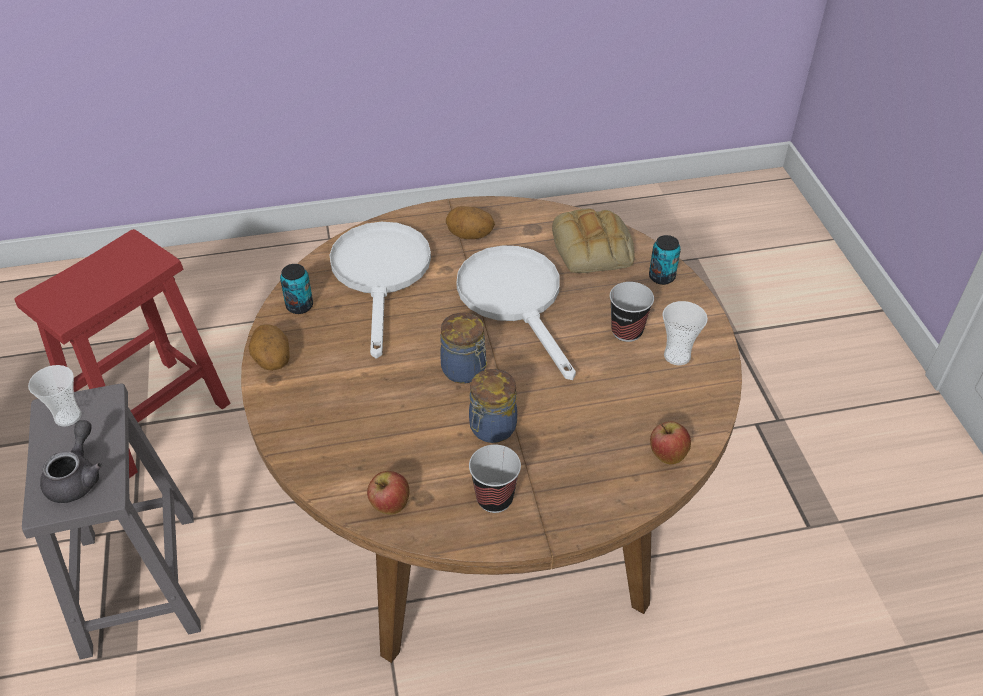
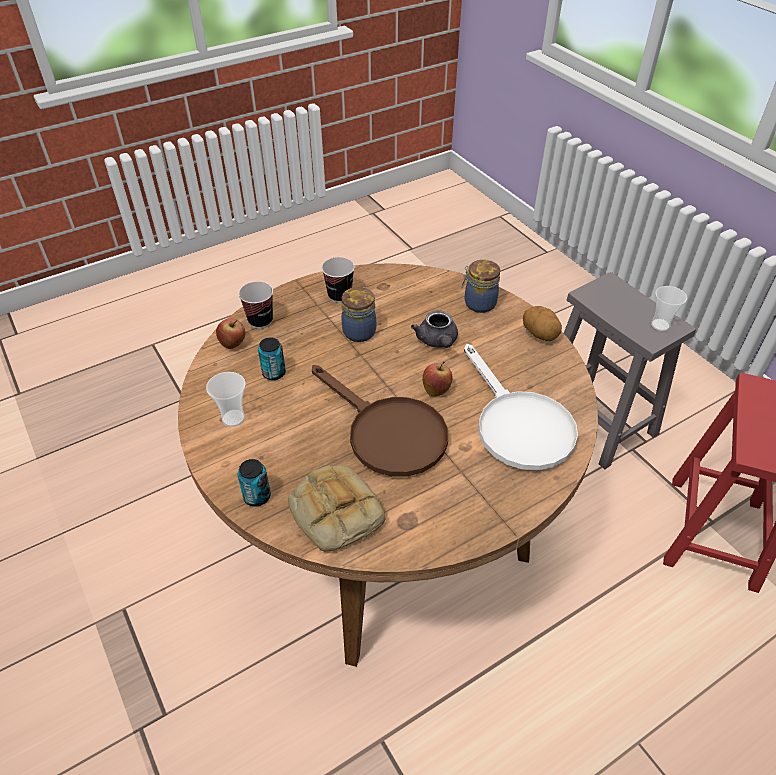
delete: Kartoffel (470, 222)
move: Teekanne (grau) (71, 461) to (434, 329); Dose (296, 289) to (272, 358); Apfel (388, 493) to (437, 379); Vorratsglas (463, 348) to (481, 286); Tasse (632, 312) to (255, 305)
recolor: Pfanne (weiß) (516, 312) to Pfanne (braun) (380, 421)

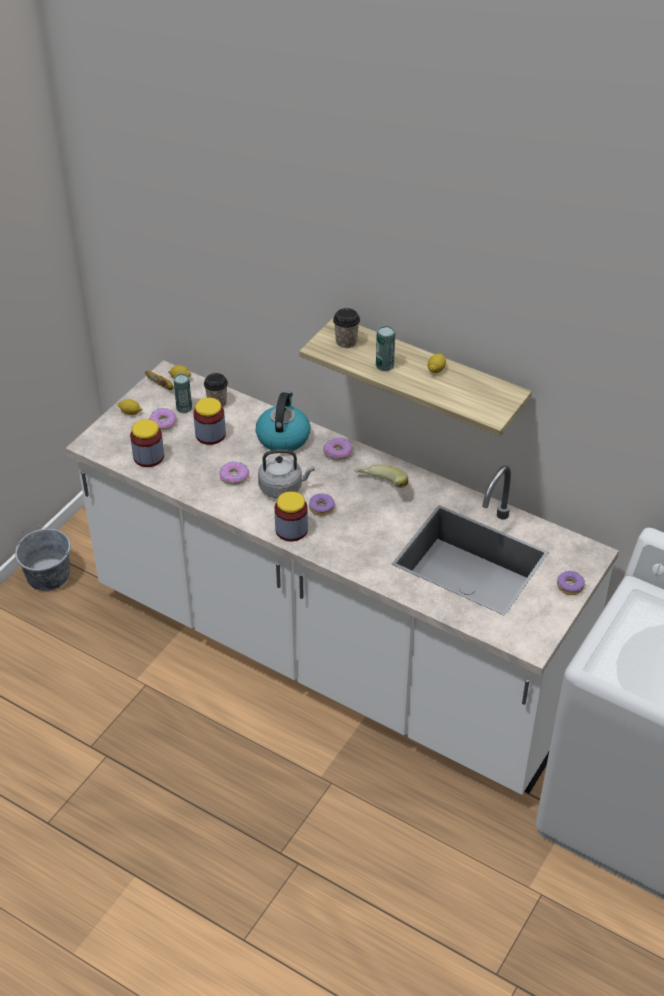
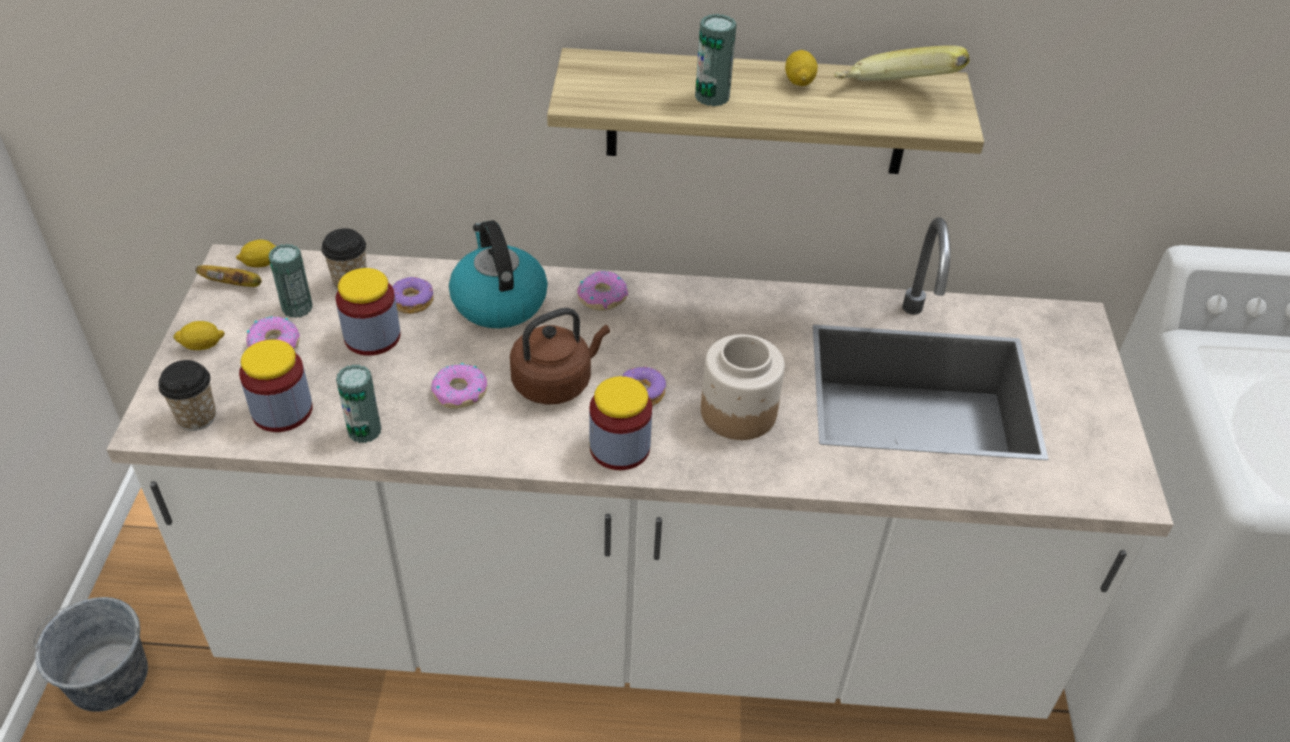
insert: Dose (359, 404); Vorratsglas (743, 387)
move: Tasse (346, 328) to (187, 395); Banane (381, 476) to (902, 63); Donut (571, 583) to (413, 295)
recolor: Wasserkessel (grau) (286, 474) to Wasserkessel (braun) (560, 356)

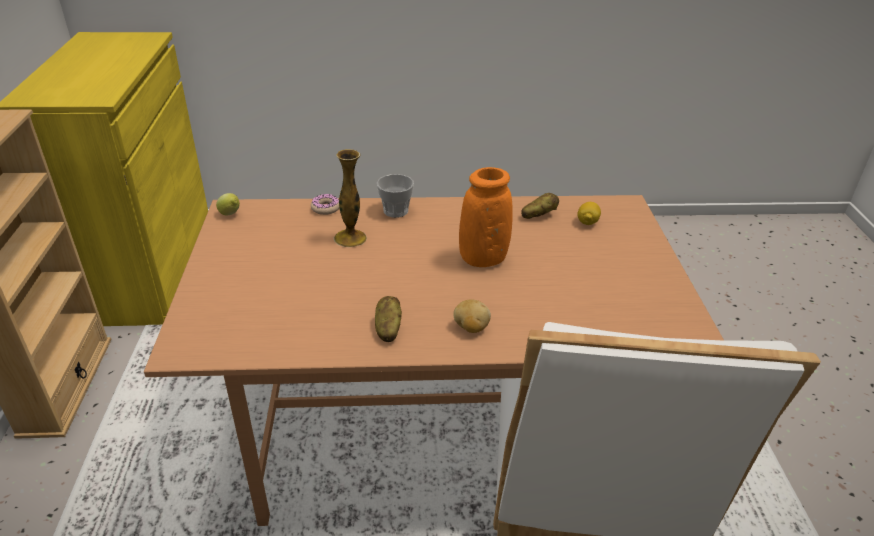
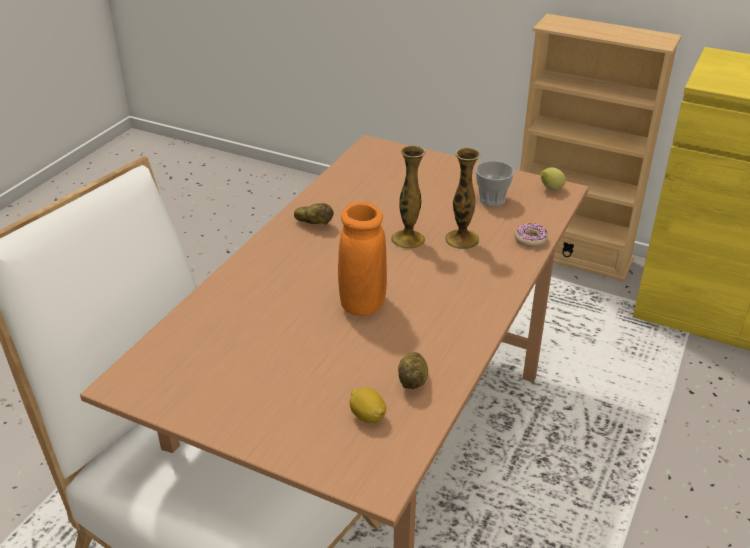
delete: Kartoffel (472, 316)
insert: Vase (408, 197)
move: Tasse (395, 196) to (495, 183)

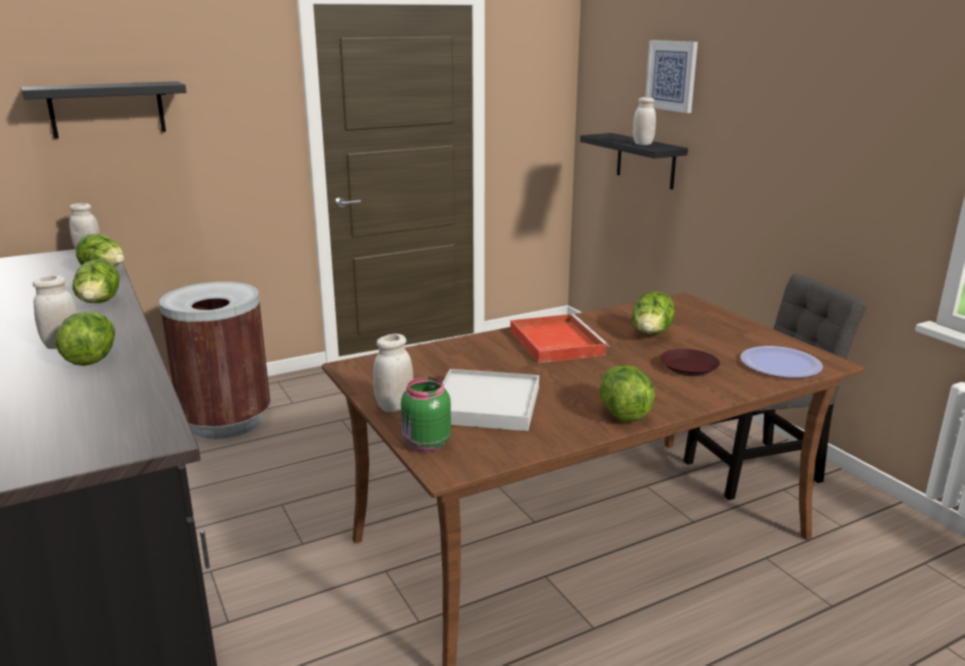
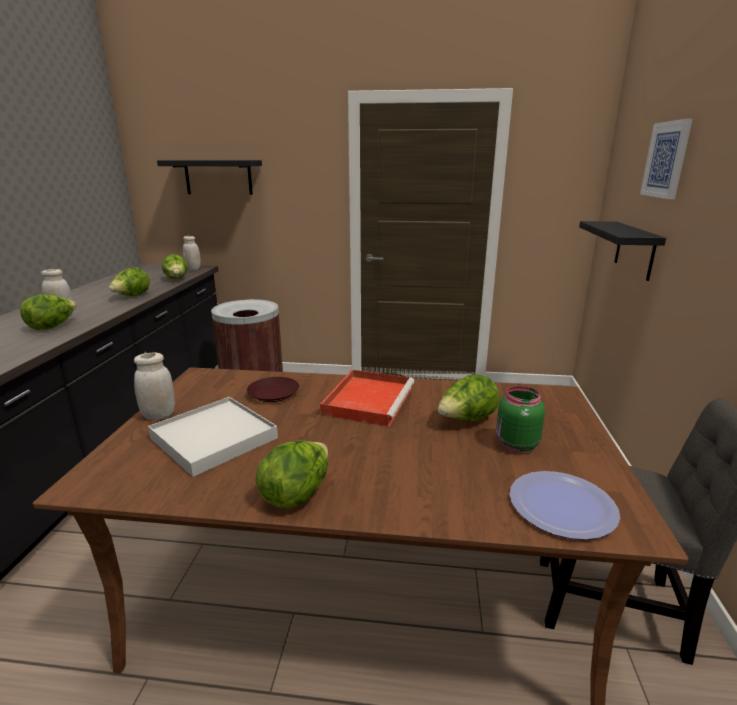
delete: Vorratsglas (weiß) (644, 121)
move: Vorratsglas (grün) (426, 414) to (520, 419); Teller (braun) (690, 362) to (273, 389)

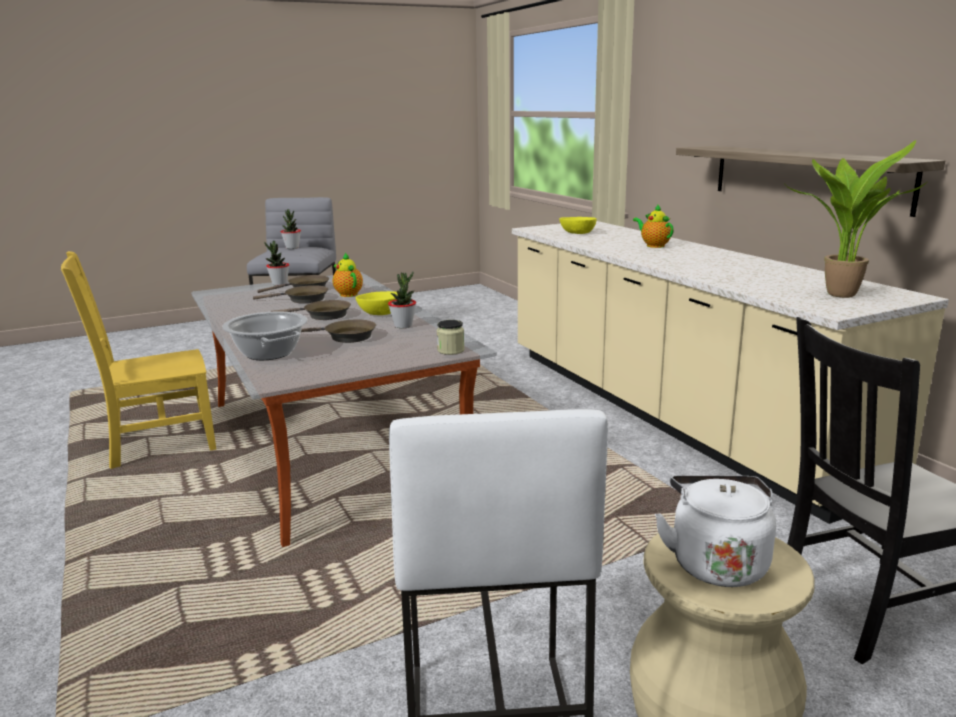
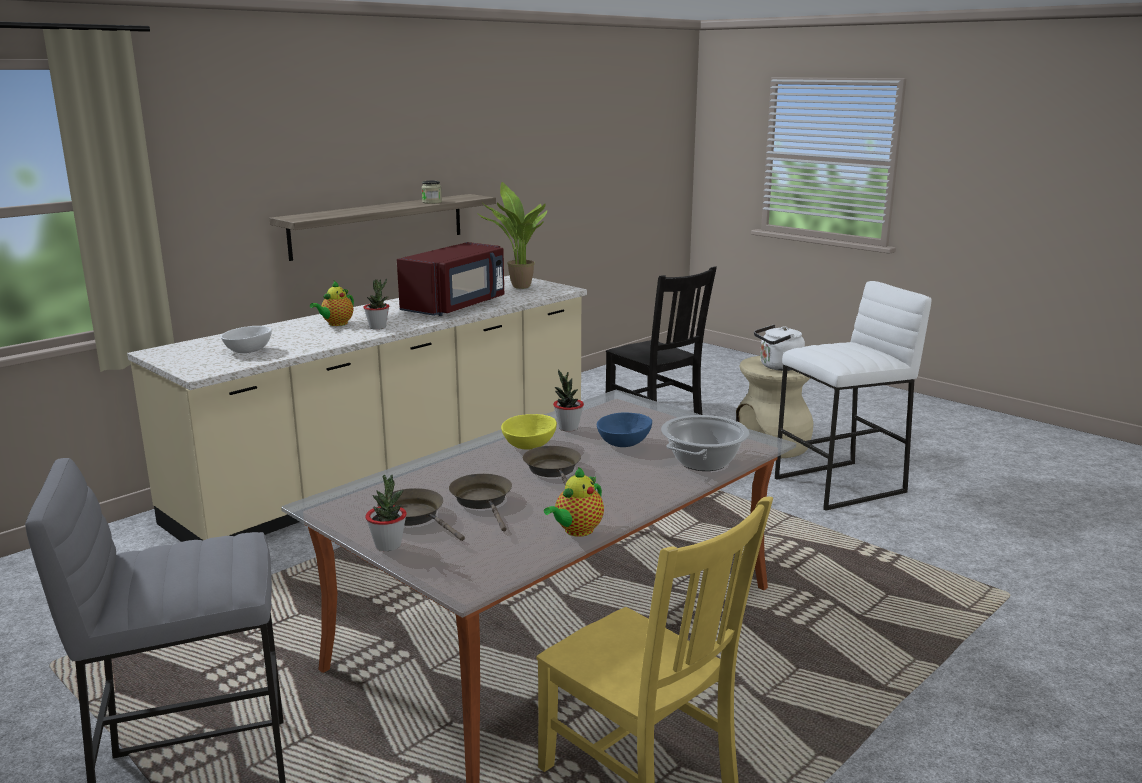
insert: Mikrowelle (rot) (450, 279)
move: Topfpflanze (291, 229) to (376, 304); Teekanne (348, 274) to (574, 502); Vorratsglas (451, 337) to (431, 192)
replace: Pfanne (braun) (338, 331) to Schüssel (blau) (624, 430)
recolor: Schüssel (gelb) (578, 225) to Schüssel (weiß) (246, 339)

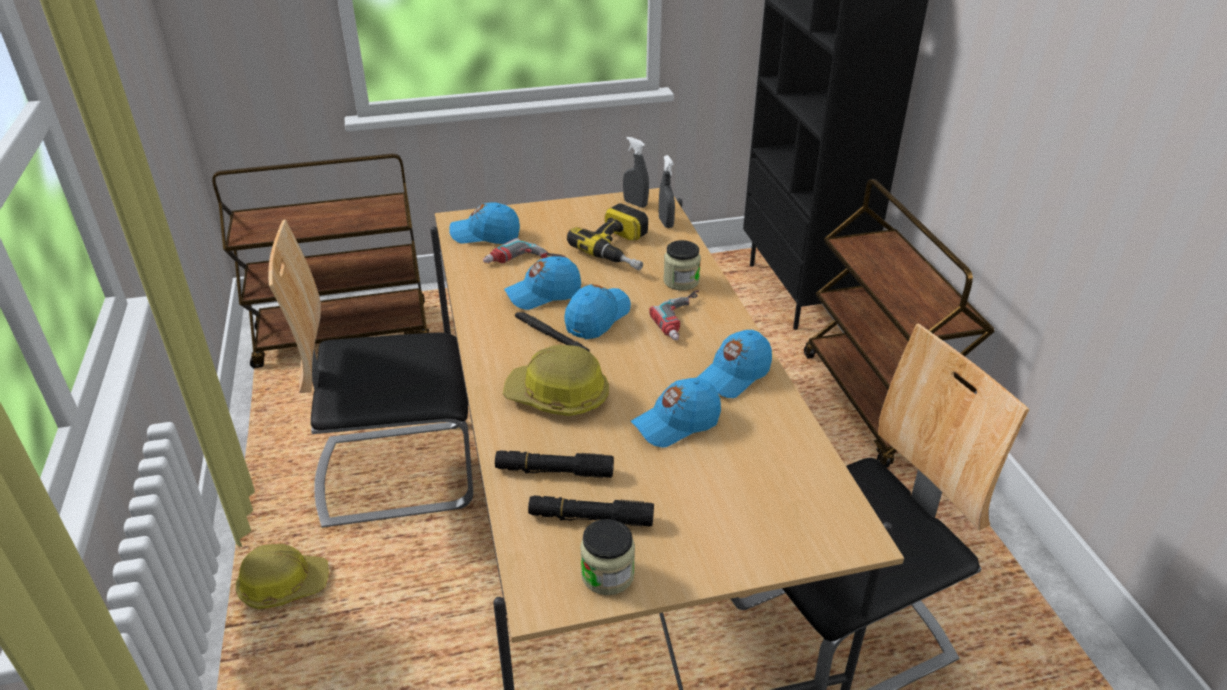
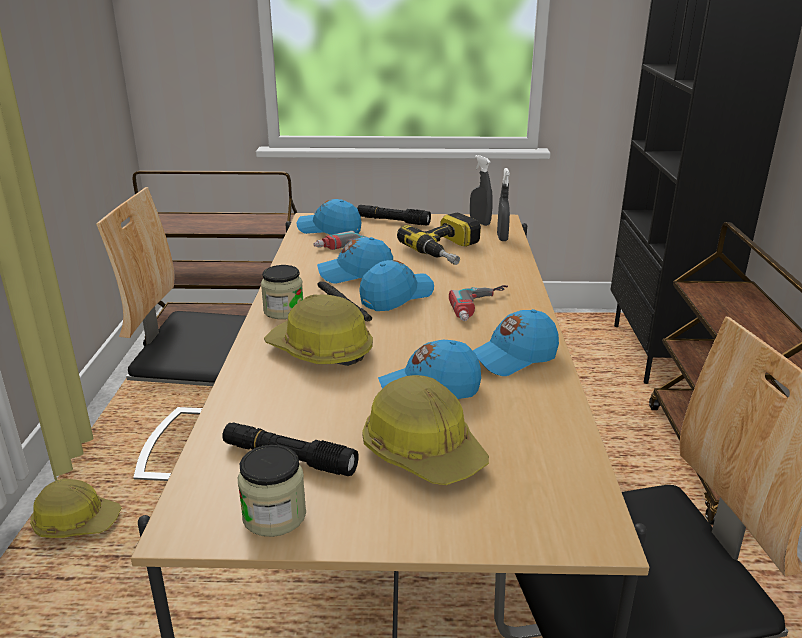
insert: Schutzhelm (425, 430)
move: Taschenlampe (schwarz) (554, 464) to (394, 215); Vorratsglas (682, 265) to (282, 292)

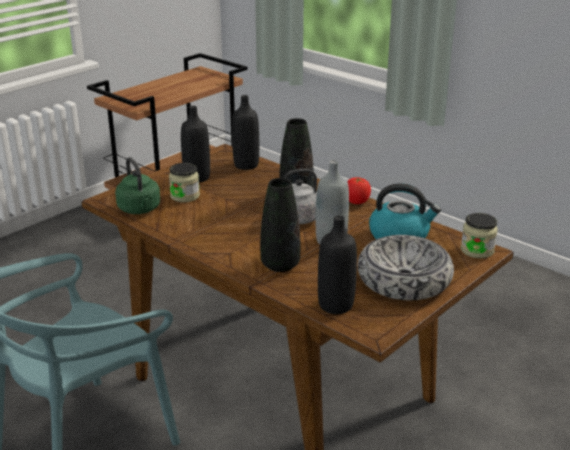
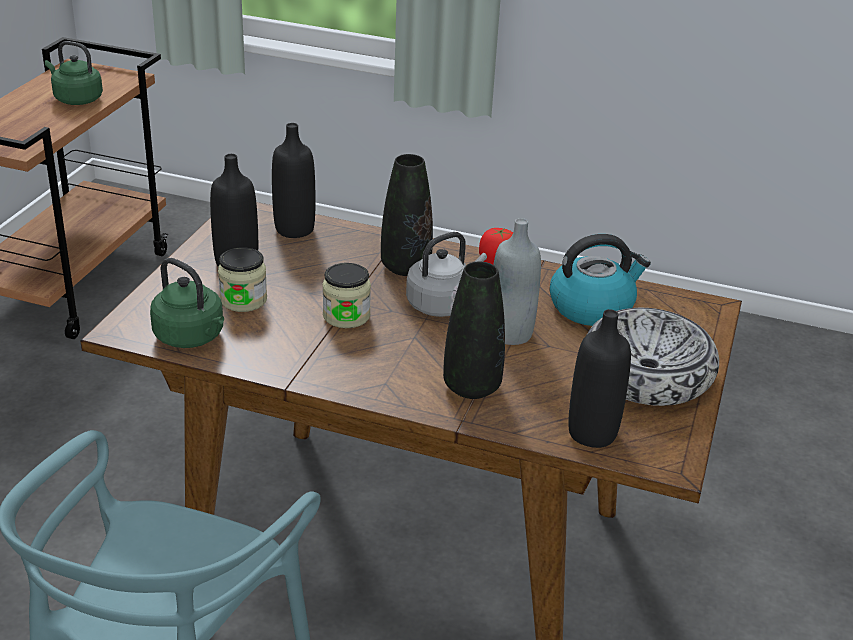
insert: Wasserkessel (grün) (74, 73)
move: Vorratsglas (479, 235) to (346, 295)

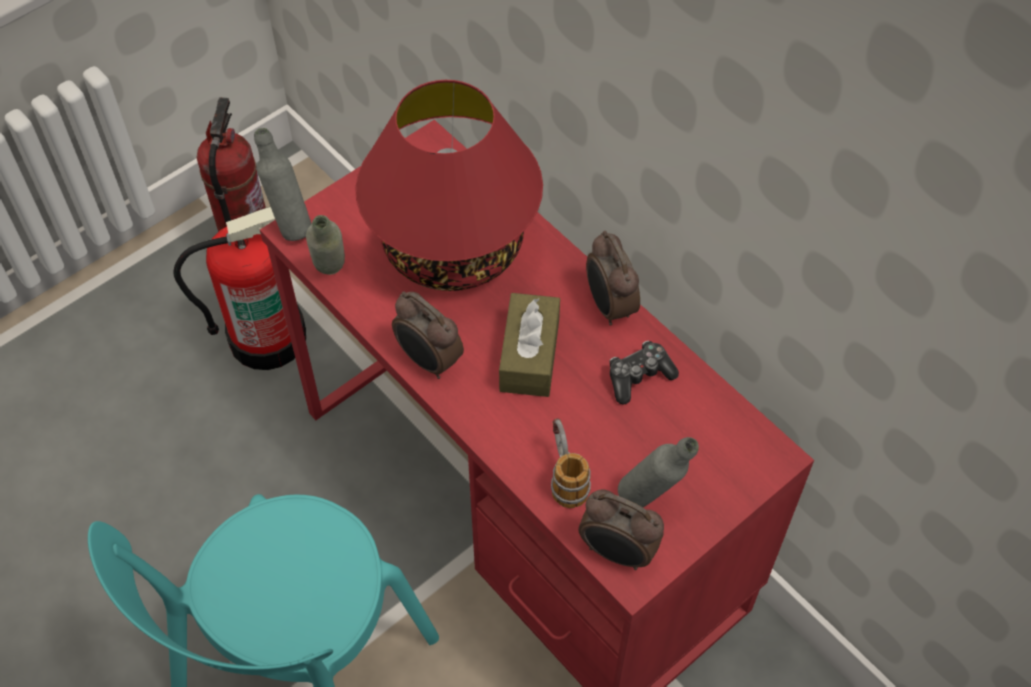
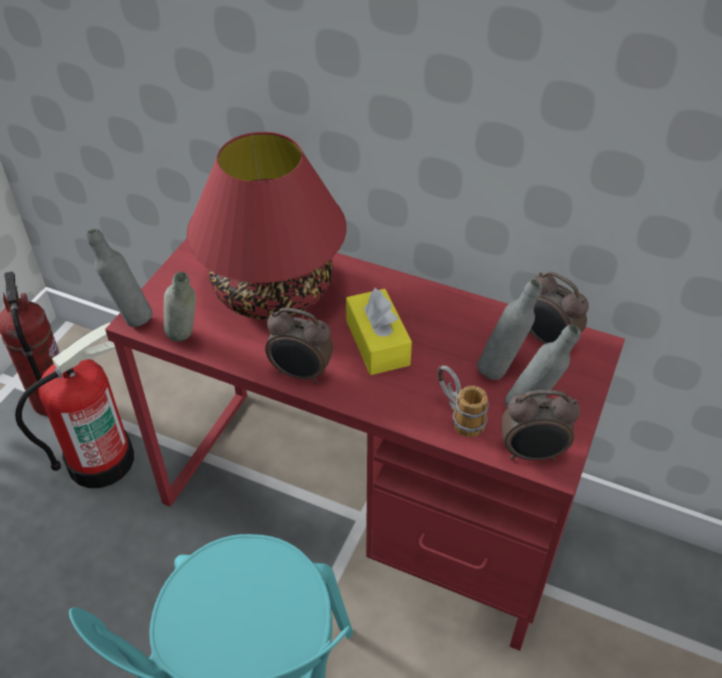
delete: Gamepad (644, 373)
insert: Flasche (grau) (509, 330)
move: Wecker (613, 278) to (558, 307)
recolor: Taschentuchbox (braun) (529, 345) to Taschentuchbox (gelb) (379, 331)

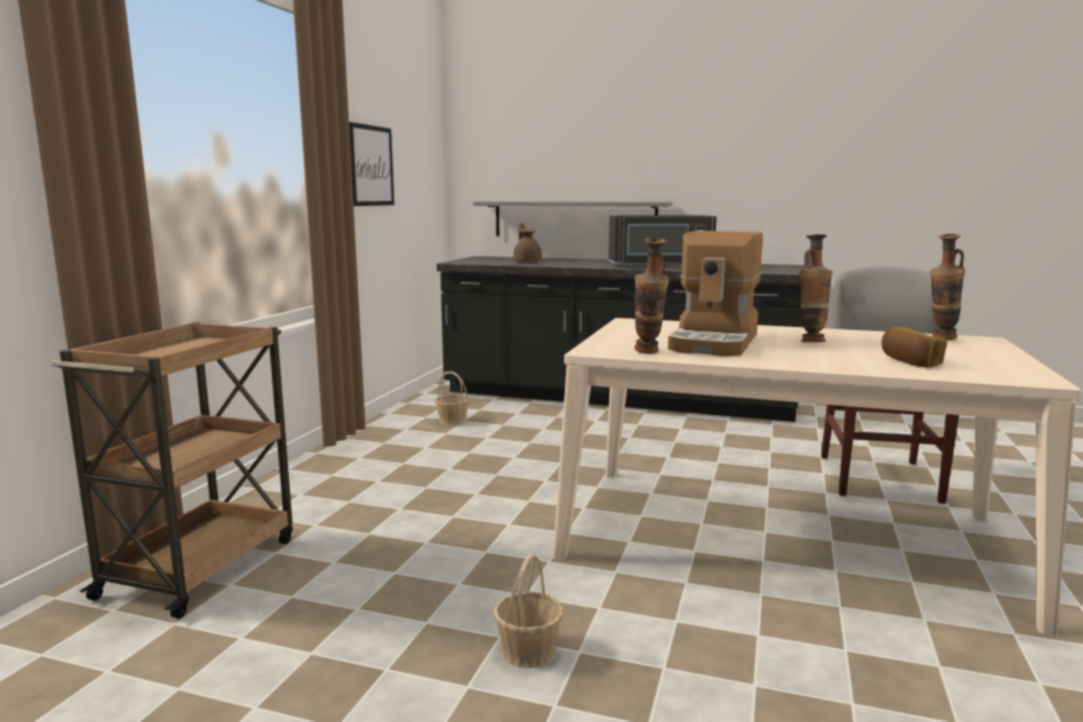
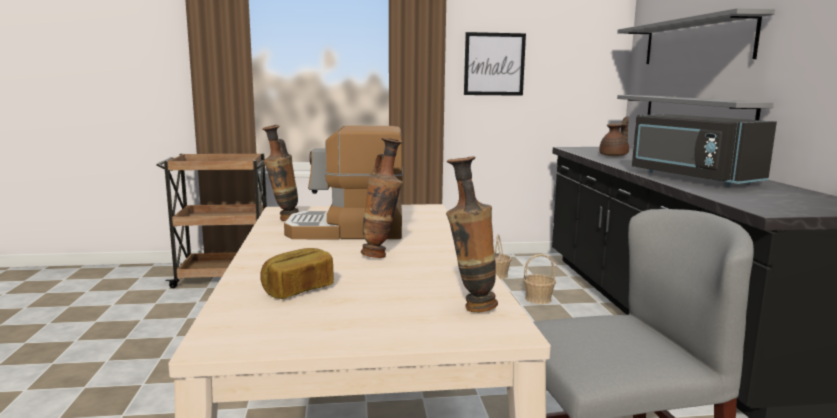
insert: Wandregal (grau) (696, 36)
move: Korb (528, 611) to (539, 279)

